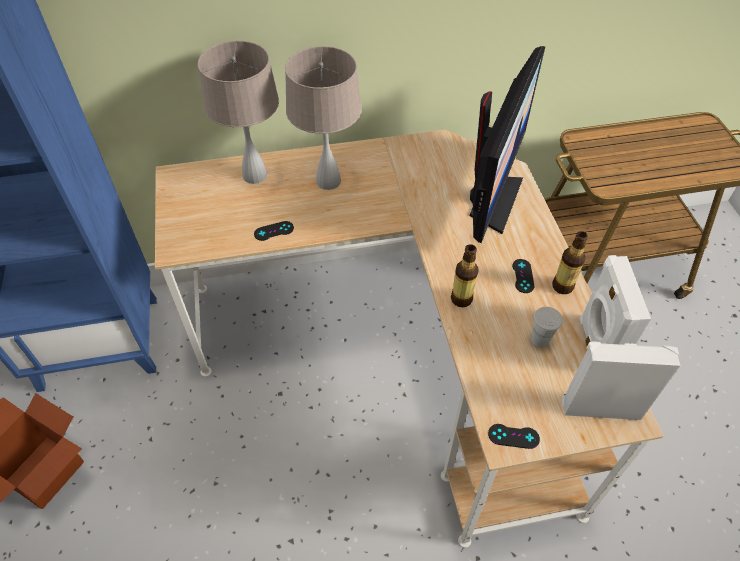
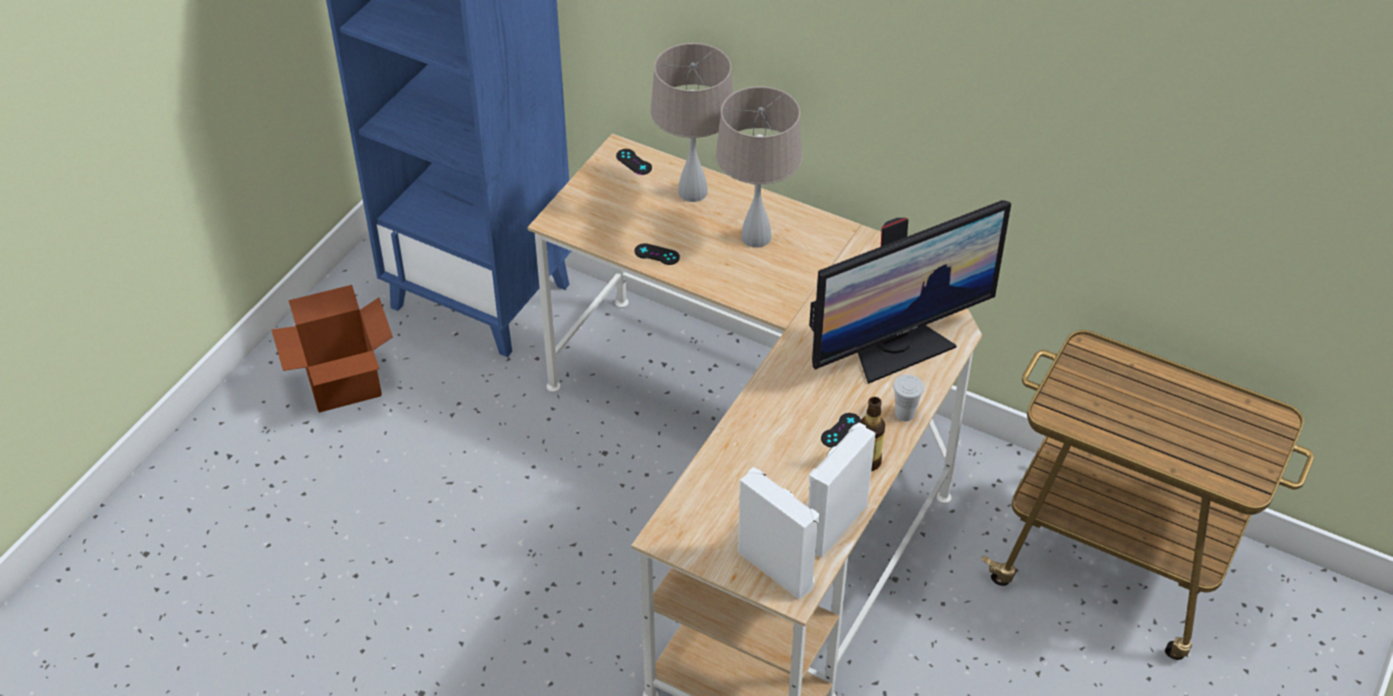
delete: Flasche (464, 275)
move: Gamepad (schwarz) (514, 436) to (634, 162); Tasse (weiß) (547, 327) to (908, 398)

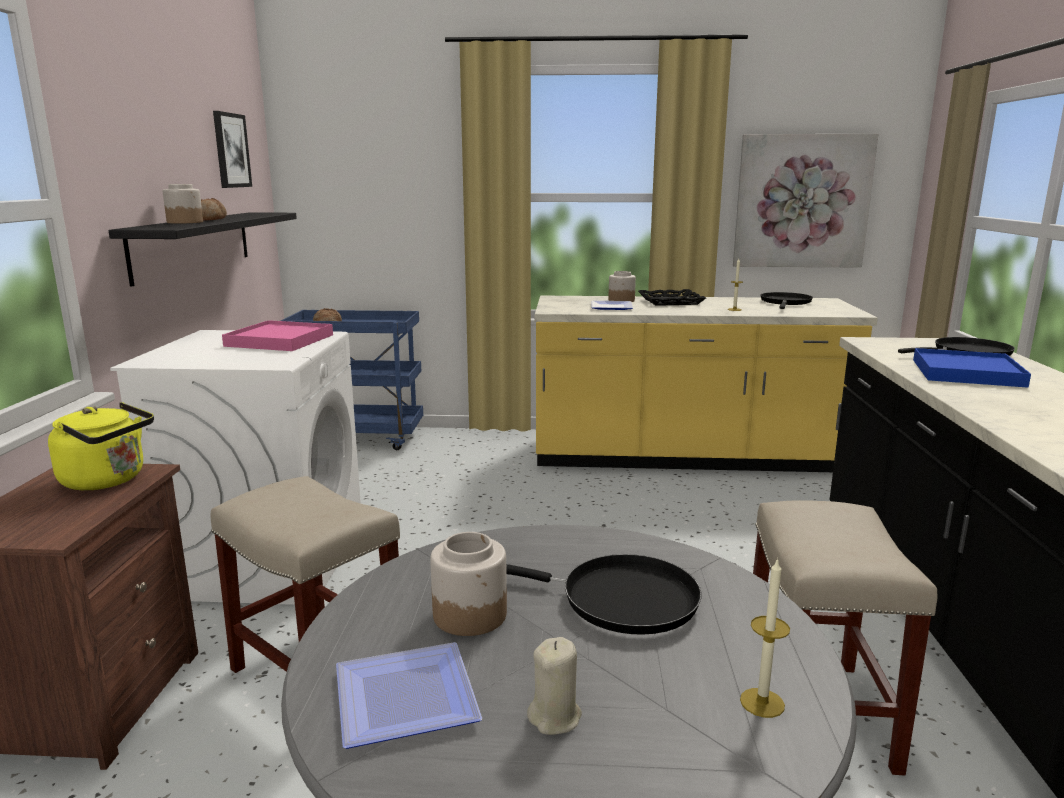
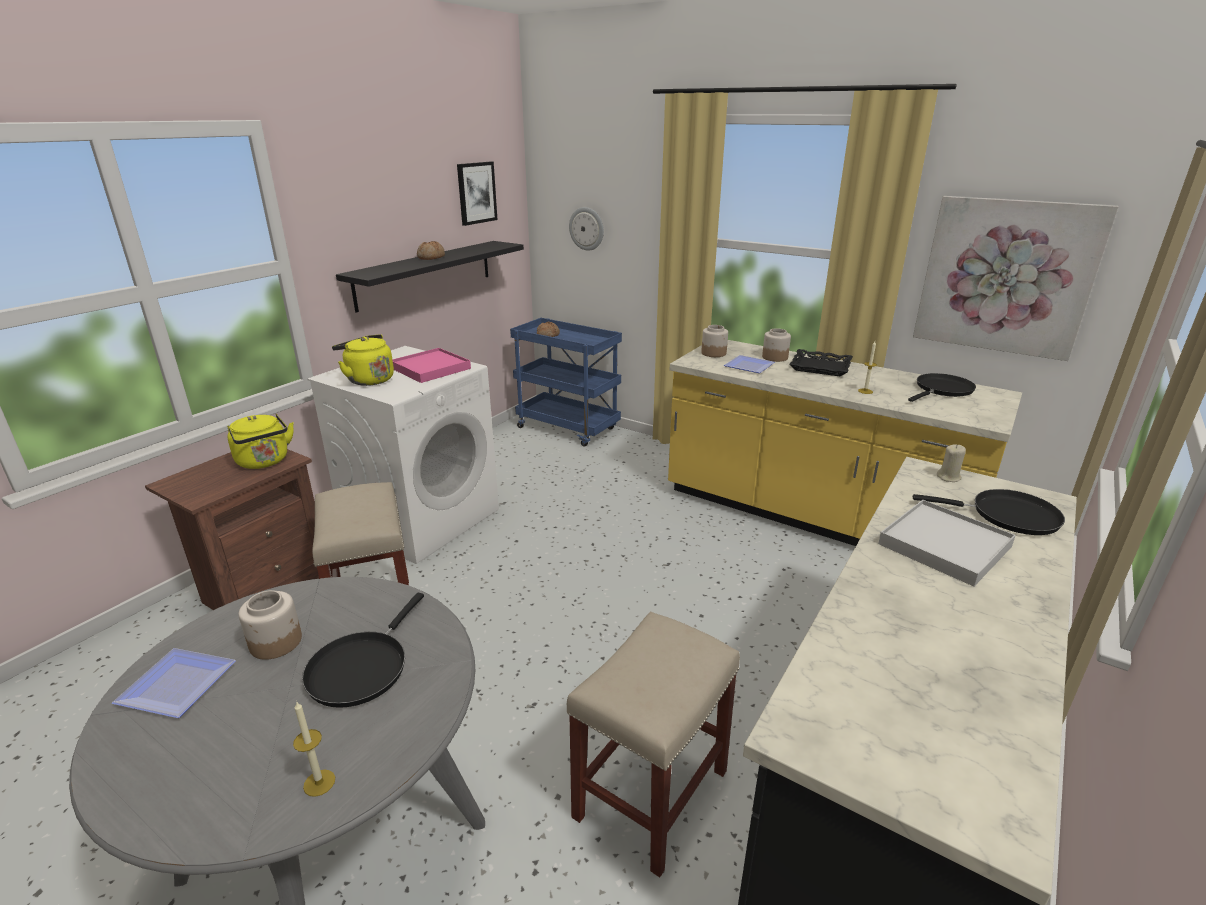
insert: Wasserkessel (gelb) (363, 360); Wanduhr (586, 229)
move: Vorratsglas (183, 204) to (714, 341); Kerze (beige) (554, 686) to (951, 463)
recolor: Tablett (blau) (972, 368) to Tablett (weiß) (947, 543)
rotate: Pfanne (schwarz) (604, 594) = (363, 650) 60 degrees clockwise

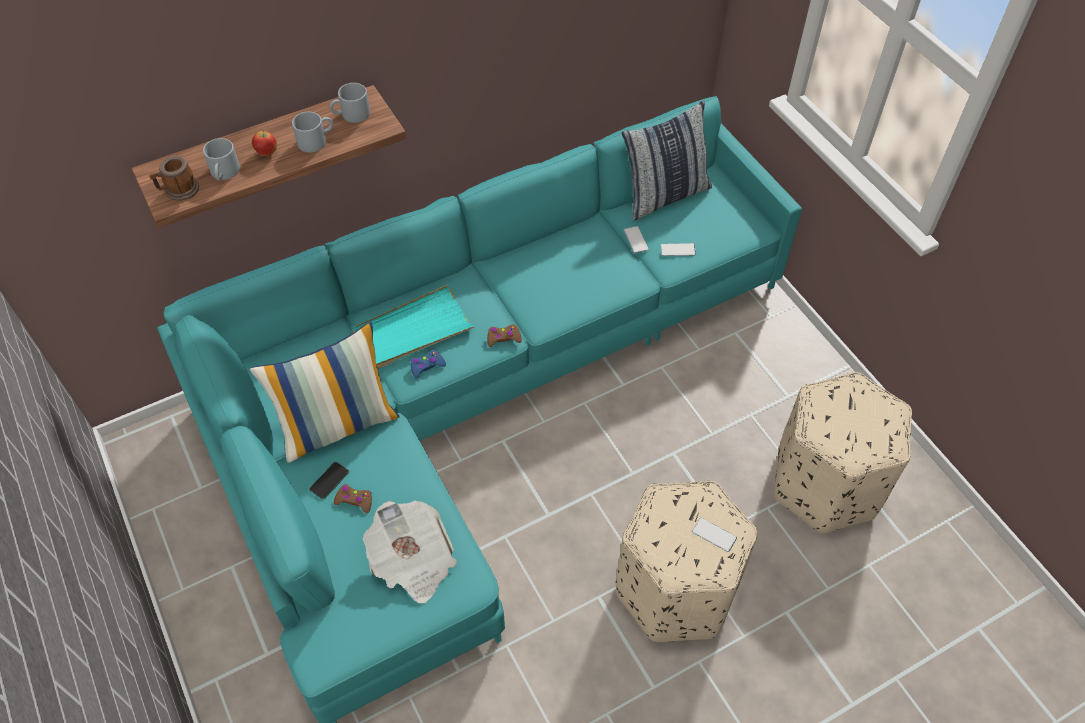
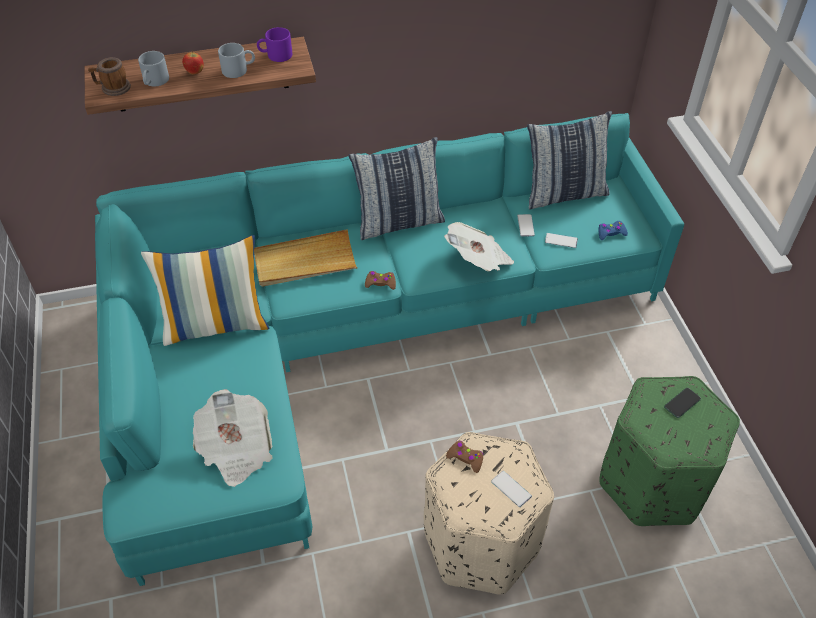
insert: Kissen (397, 188); Zeitung (479, 246)
move: Handy (329, 480) to (682, 403); Gamepad (braun) (353, 498) to (465, 457); Gamepad (blau) (428, 364) to (613, 230)
recolor: Henkelbecher (grau) (349, 103) to Henkelbecher (lila) (274, 44); Tablett (türkis) (413, 326) to Tablett (beige) (305, 257); Polsterhocker (beige) (842, 452) to Polsterhocker (grün) (669, 451)

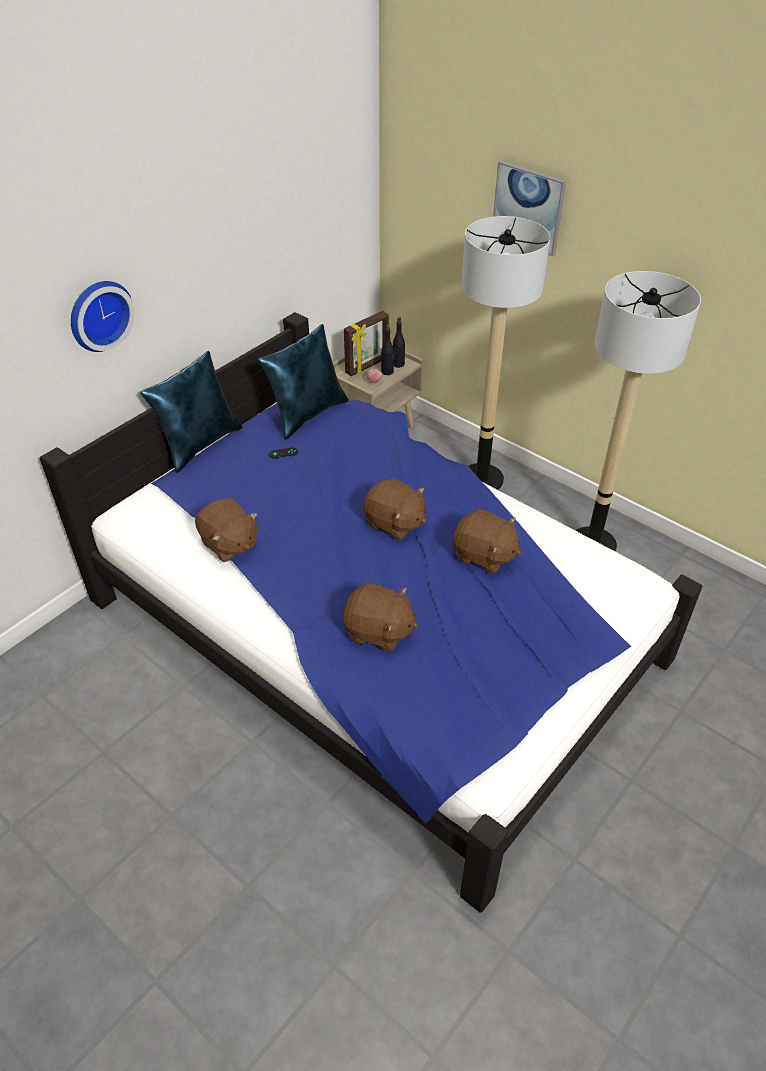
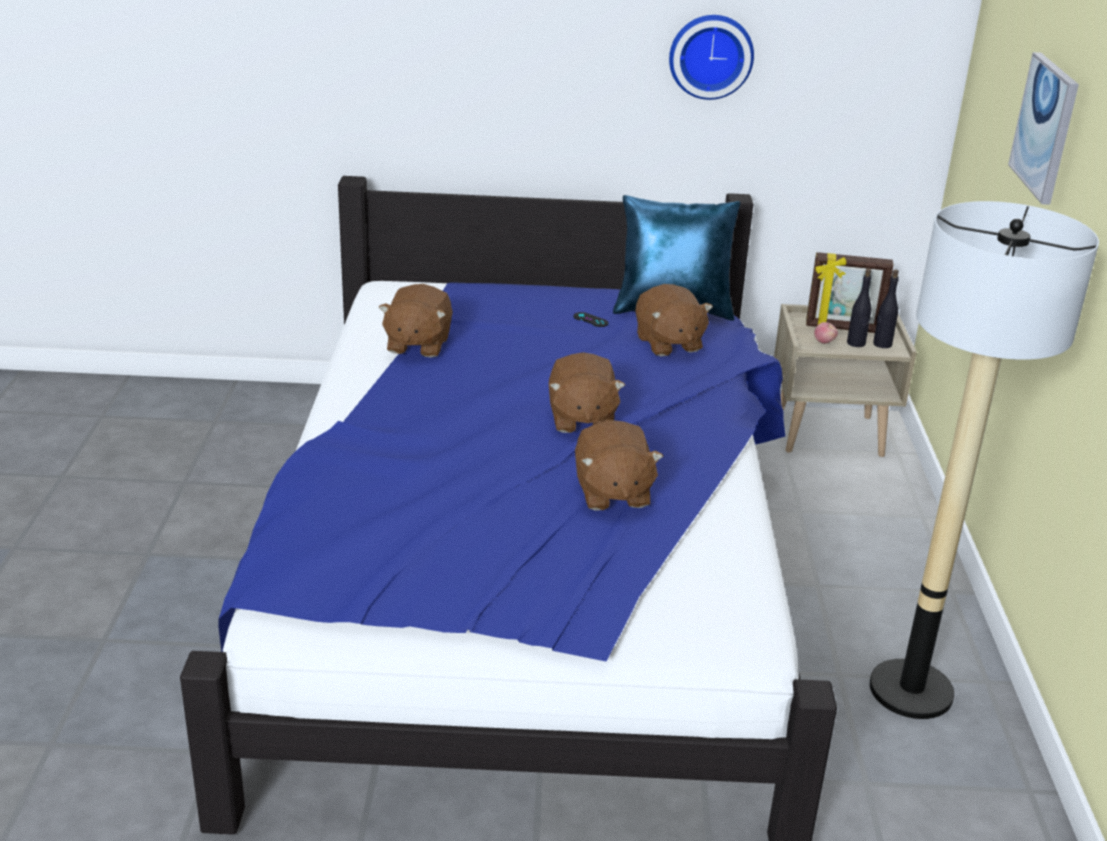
delete: Kissen (blau) (191, 412); Stehlampe (505, 353)
move: Wanduhr (103, 316) to (711, 57); Plüschtier (braun) (380, 617) to (674, 320)

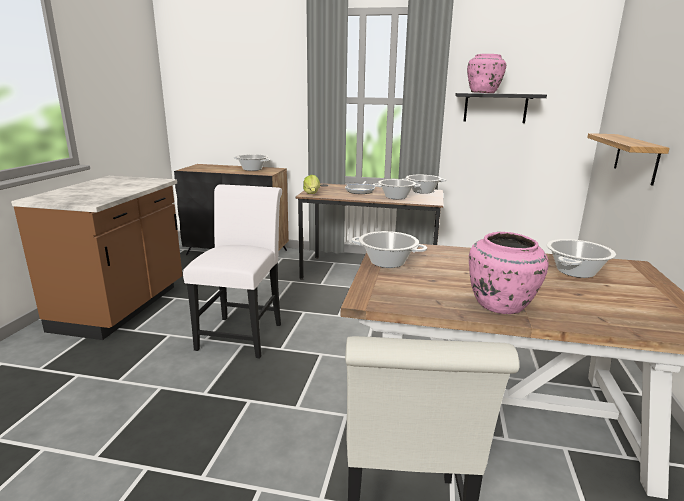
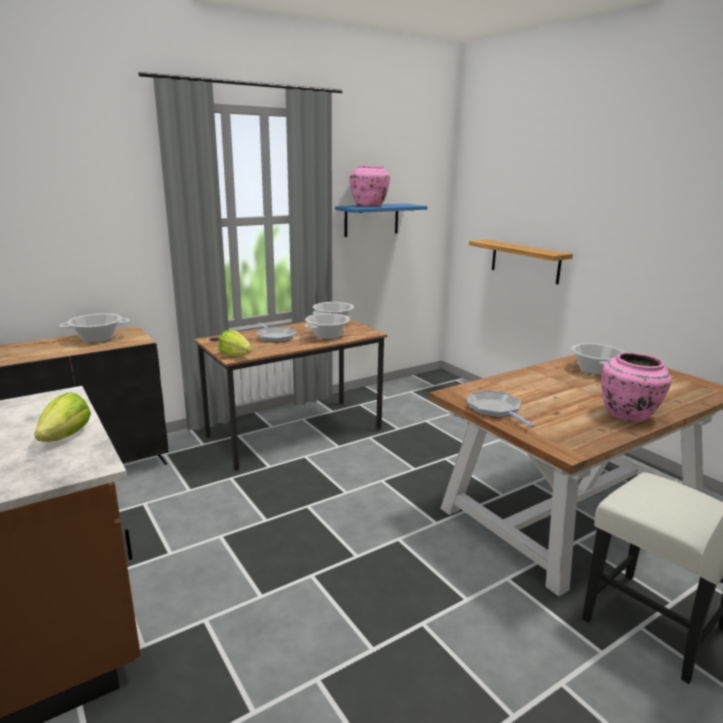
delete: Stuhl (weiß) (232, 271)
insert: Salatkopf (62, 417)
replace: Kochtopf (389, 249) to Pfanne (500, 409)
recolor: Wandregal (schwarz) (501, 108) to Wandregal (blau) (381, 220)

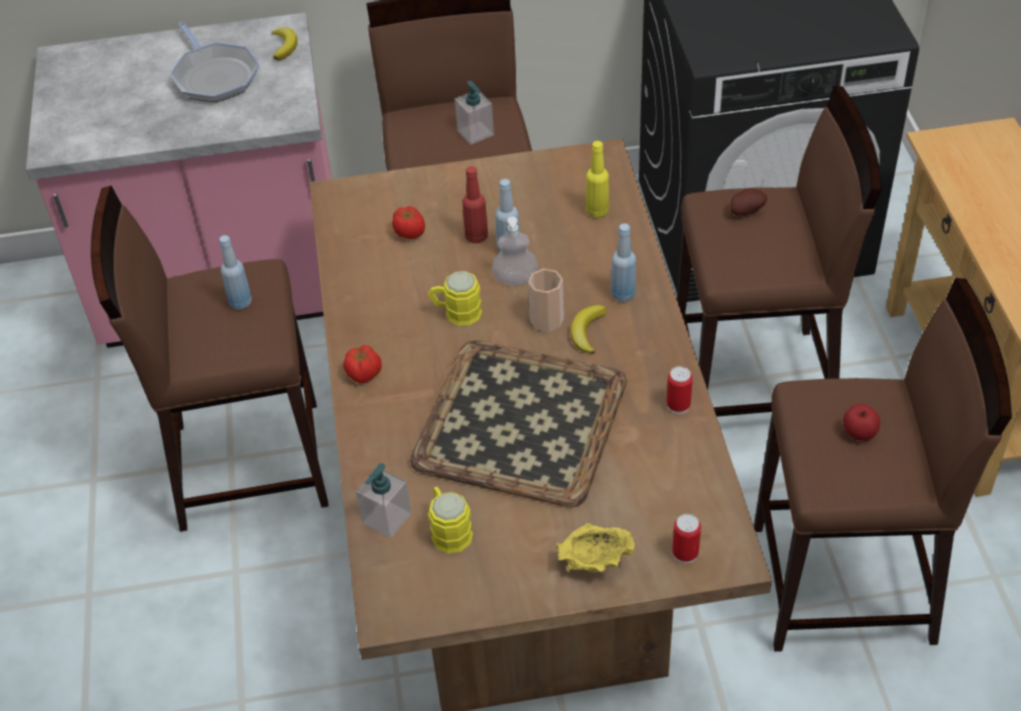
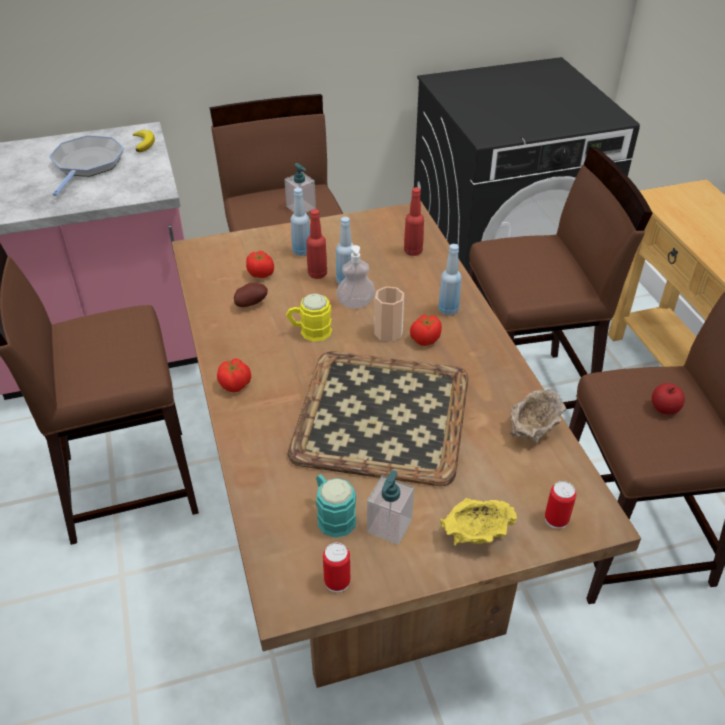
insert: Schüssel (beige) (538, 416)
move: Flasche (blau) (235, 272) to (300, 221); Seifenspender (383, 500) to (390, 507); Dose (679, 390) to (336, 568); Kartoffel (748, 202) to (251, 295)
replace: Banane (589, 329) to Tomate (426, 330)
recolor: Henkelbecher (gelb) (450, 520) to Henkelbecher (türkis) (336, 506); Flasche (gelb) (597, 179) to Flasche (rot) (414, 221)
rotate: Pfanne (214, 62) = (86, 165) 135 degrees counterclockwise

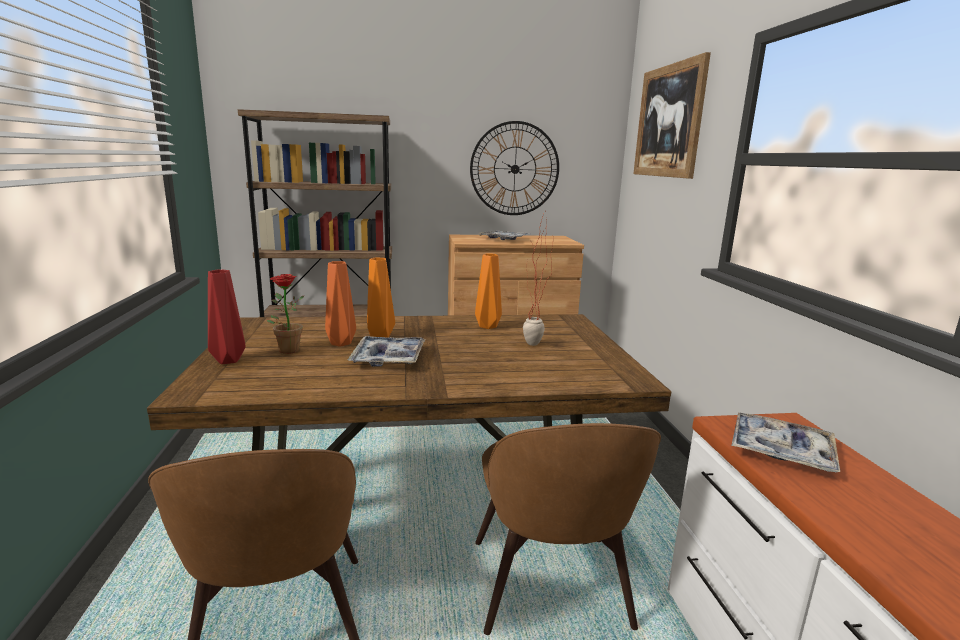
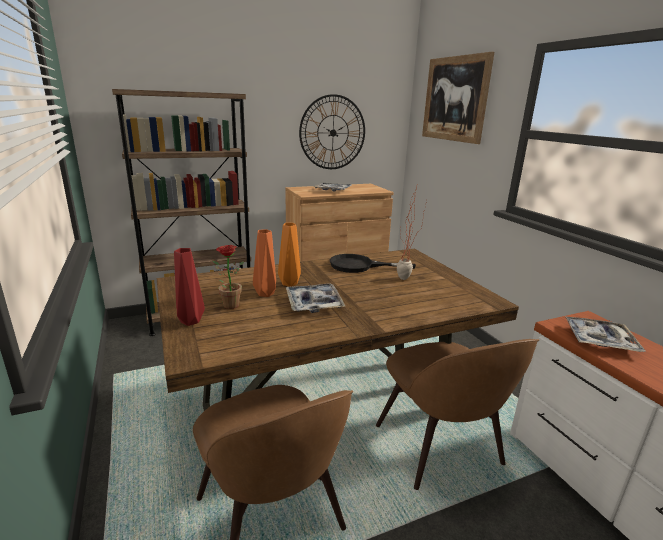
replace: Vase (orange) (488, 291) to Pfanne (schwarz) (373, 263)

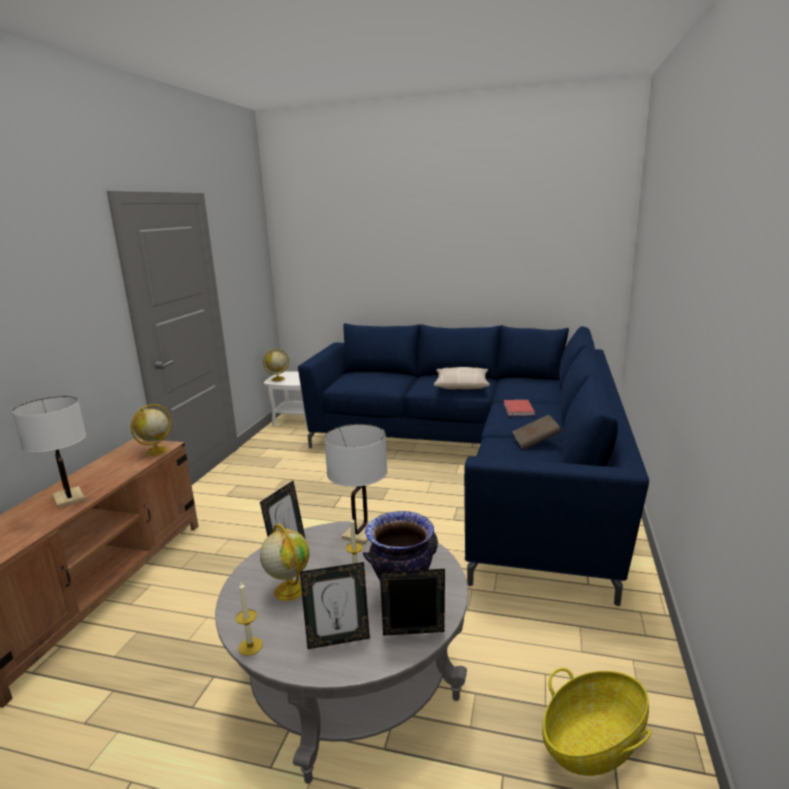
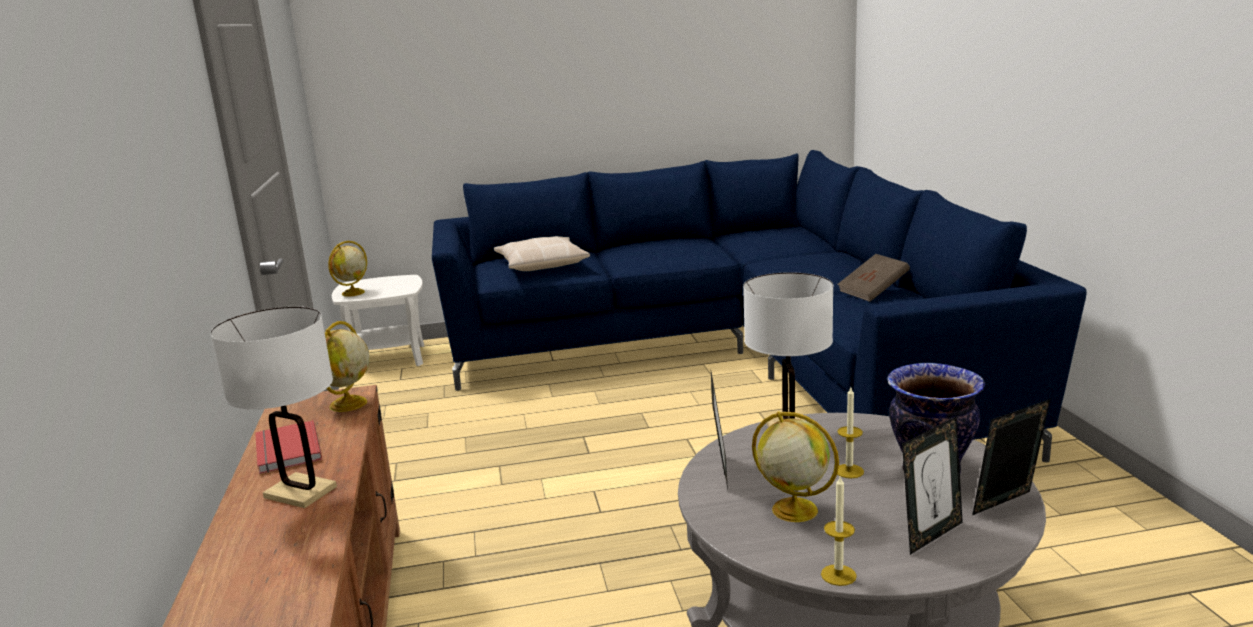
delete: Korb (596, 722)
move: Kissen (beige) (462, 378) to (542, 253); Buch (rot) (519, 408) to (288, 447)

